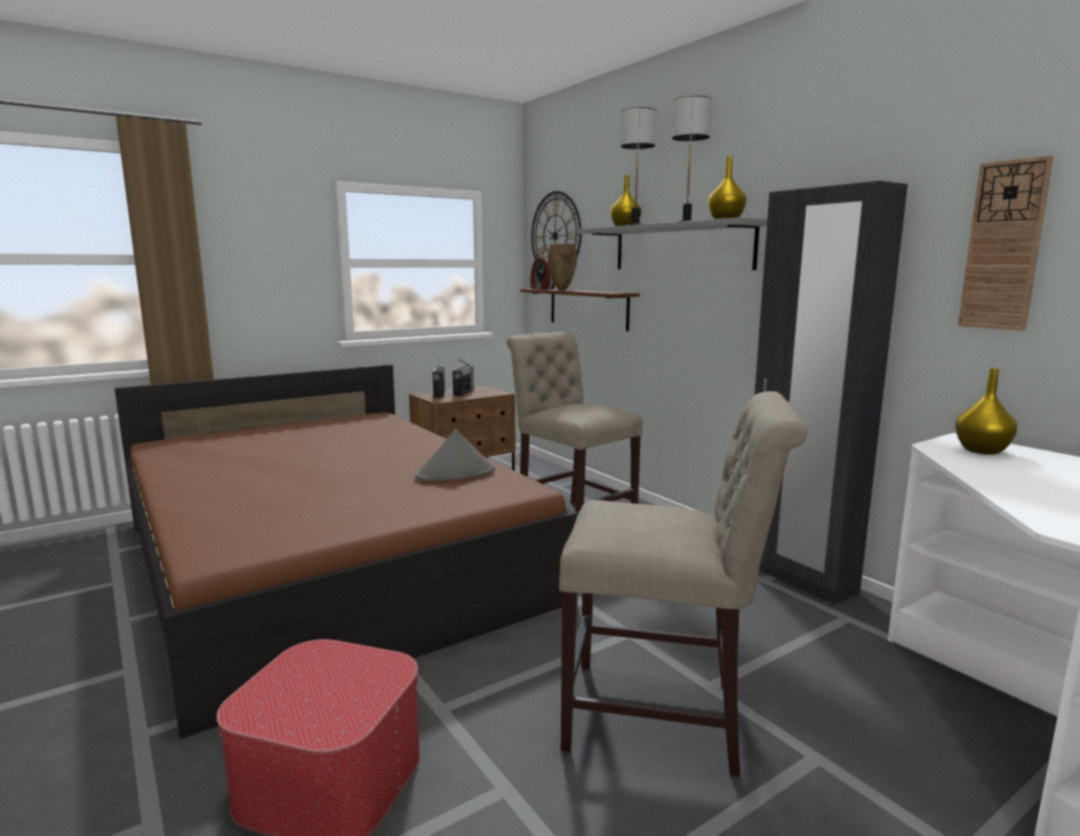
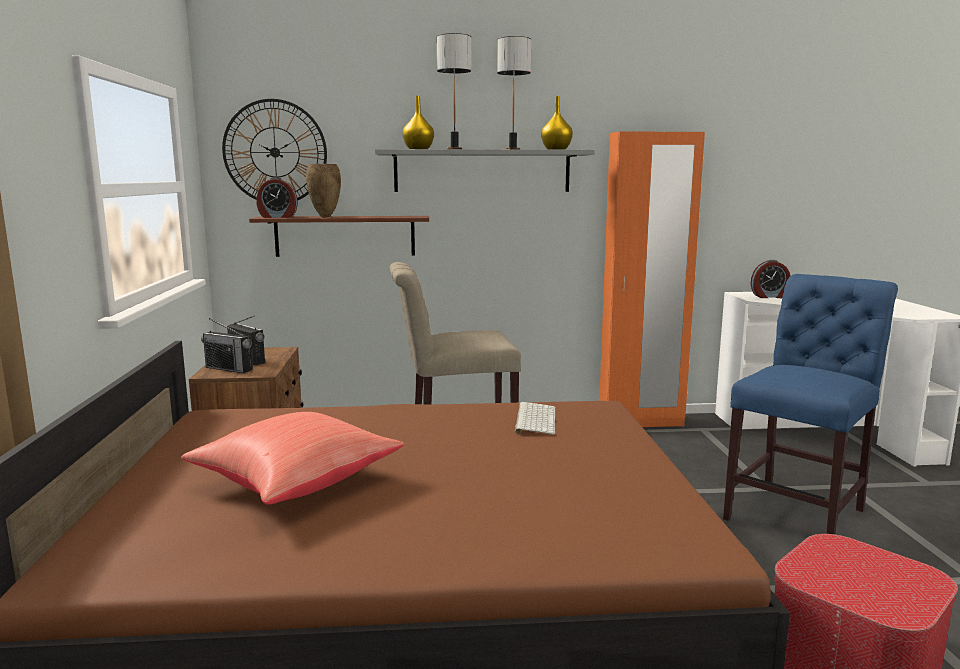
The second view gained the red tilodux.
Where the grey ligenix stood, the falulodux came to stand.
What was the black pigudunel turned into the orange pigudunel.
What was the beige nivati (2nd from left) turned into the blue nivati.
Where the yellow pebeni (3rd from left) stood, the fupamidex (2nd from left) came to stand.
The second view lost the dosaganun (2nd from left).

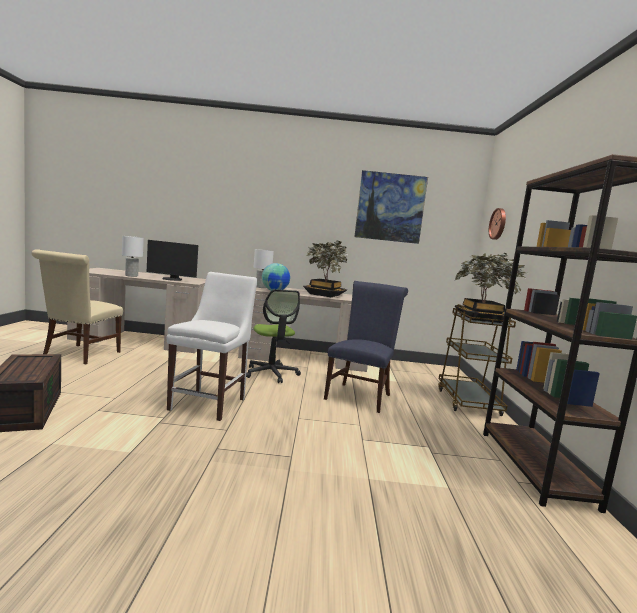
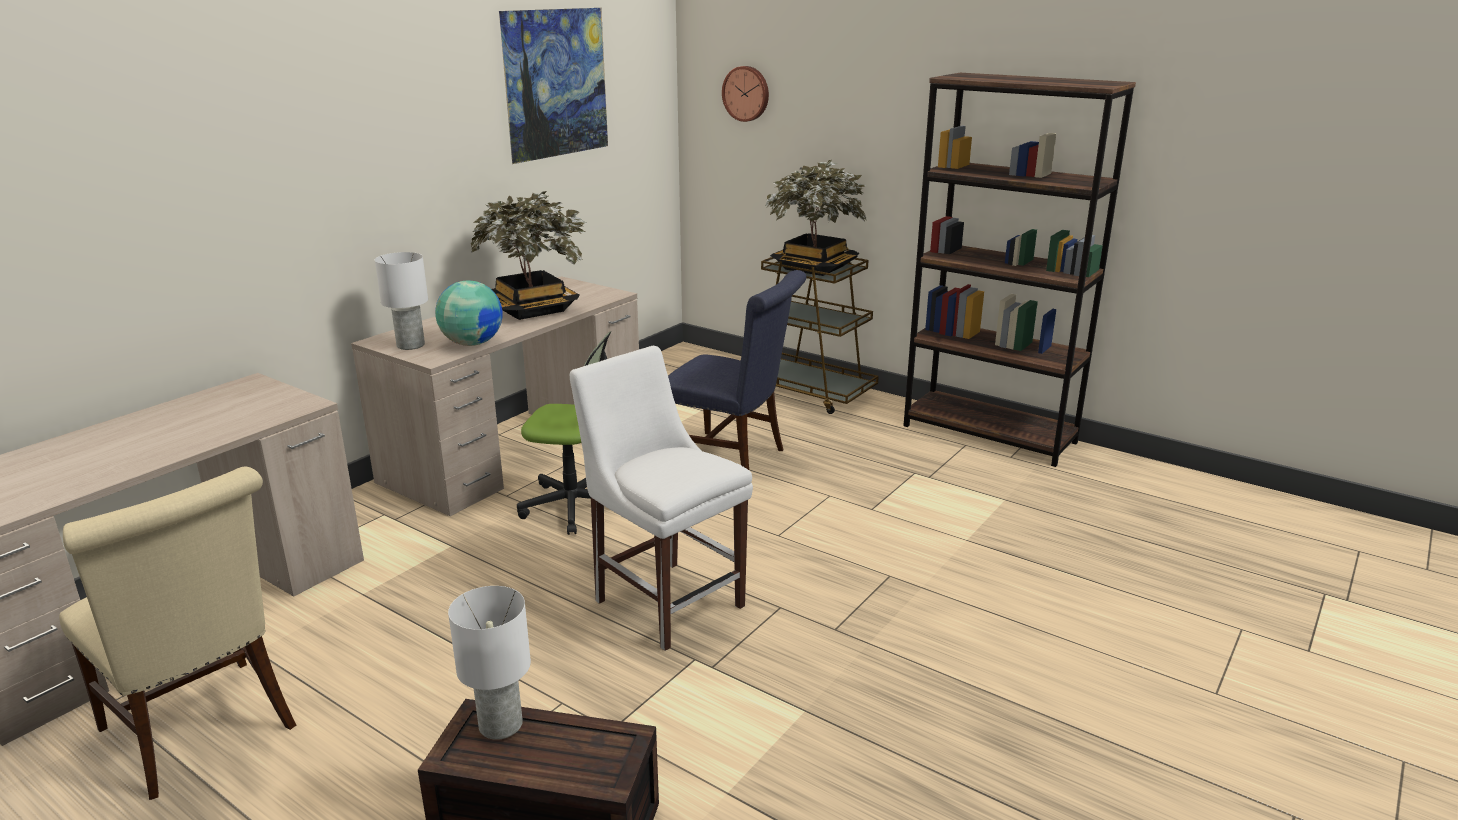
The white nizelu (1st from left in the first image) ended up elsewhere.
The blue nivati ended up facing another way, 150 degrees clockwise from before.
The second view lost the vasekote.

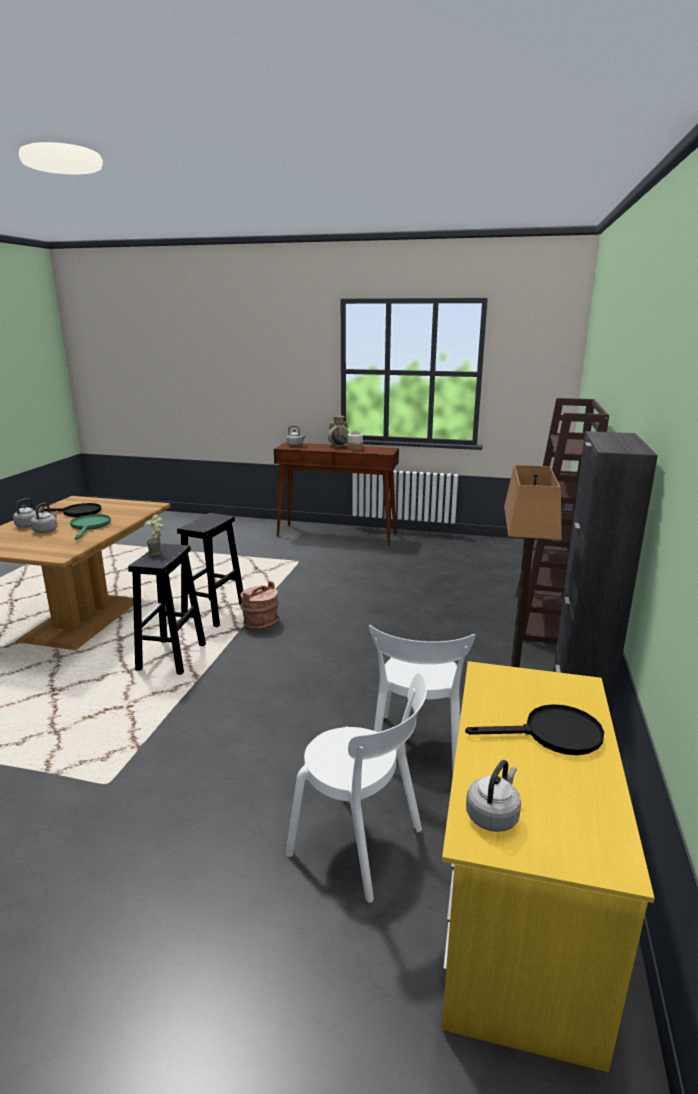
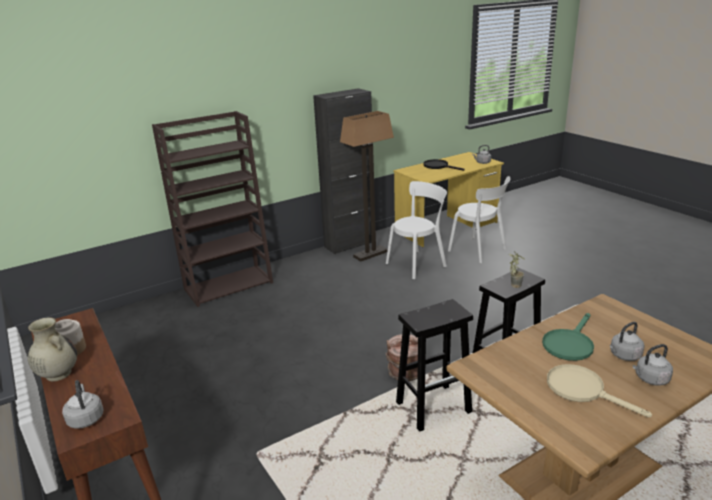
The white nivati (1st from left in the first image) ended up facing another way, 150 degrees clockwise from before.
What was the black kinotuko (1st from left) turned into the beige kinotuko.

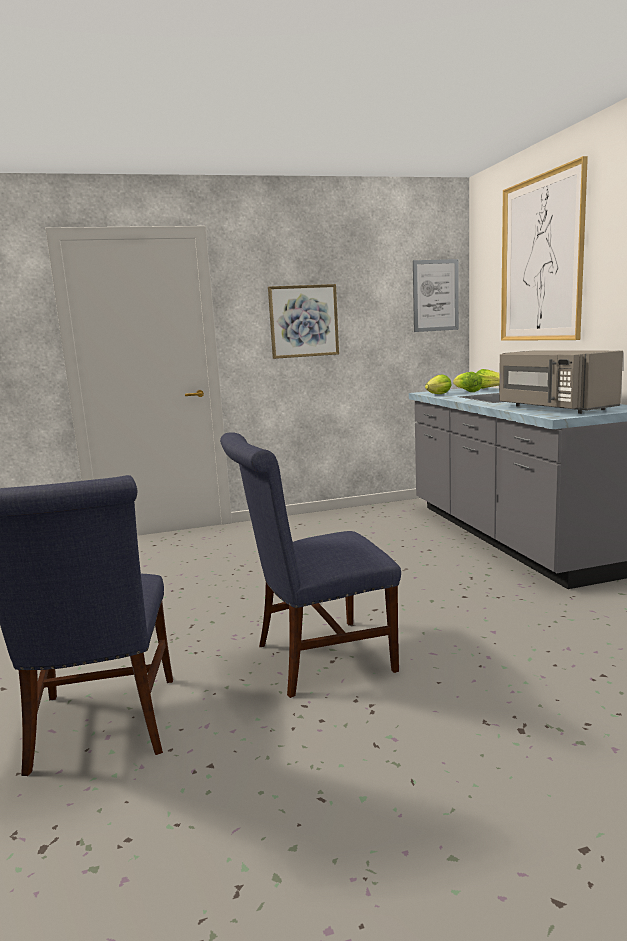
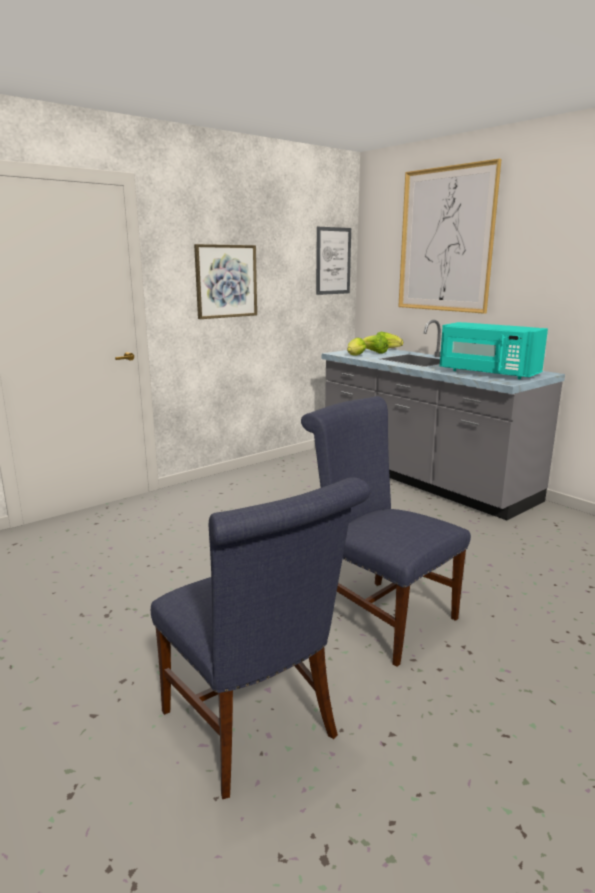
The blue nivati (2nd from left) ended up facing another way, 90 degrees clockwise from before.
What was the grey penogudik turned into the turquoise penogudik.

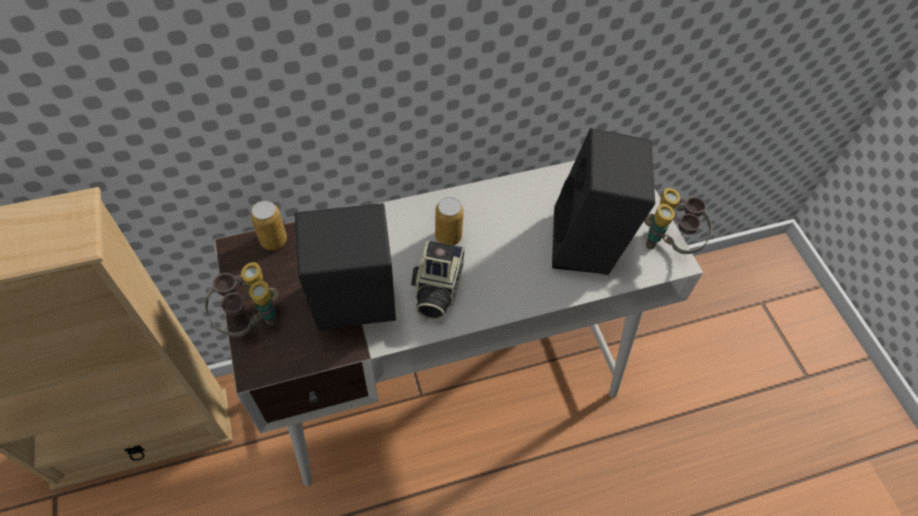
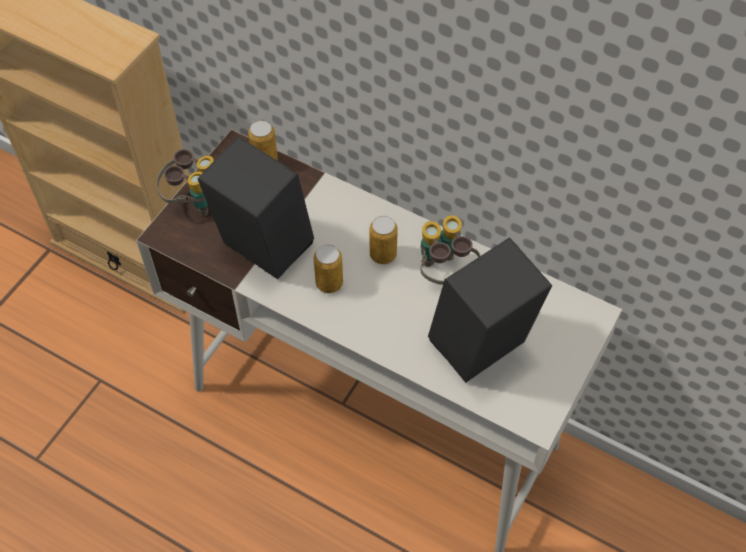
Where the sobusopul stood, the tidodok (2nd from left) came to stand.
The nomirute (2nd from left) ended up elsewhere.

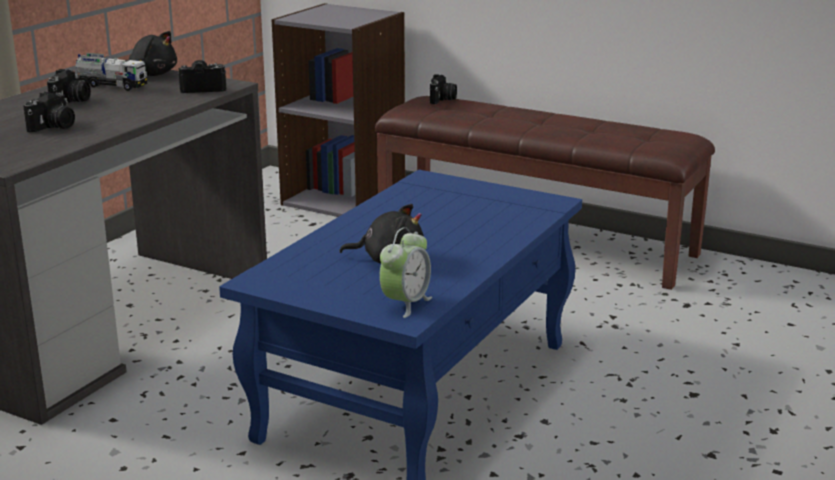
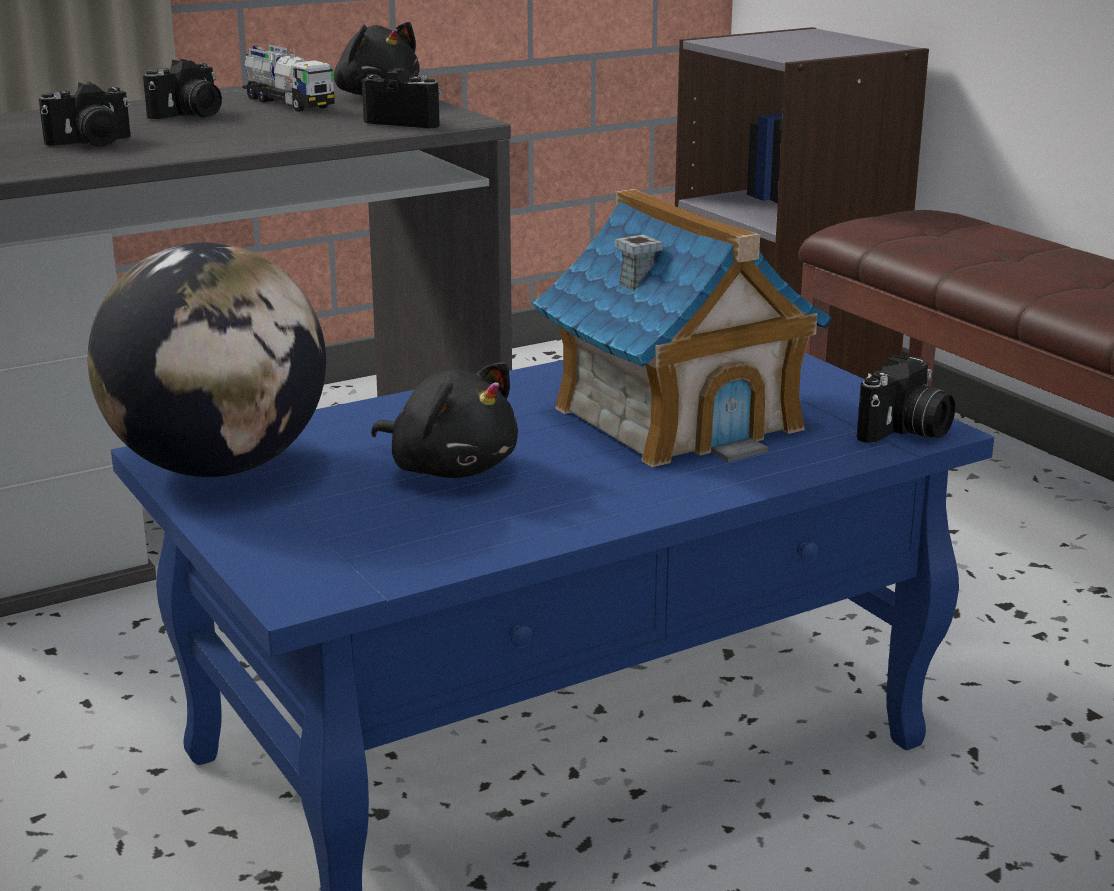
The second view gained the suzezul.
The second view gained the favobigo.
The sobusopul (4th from left) ended up elsewhere.
The second view lost the fupamidex.

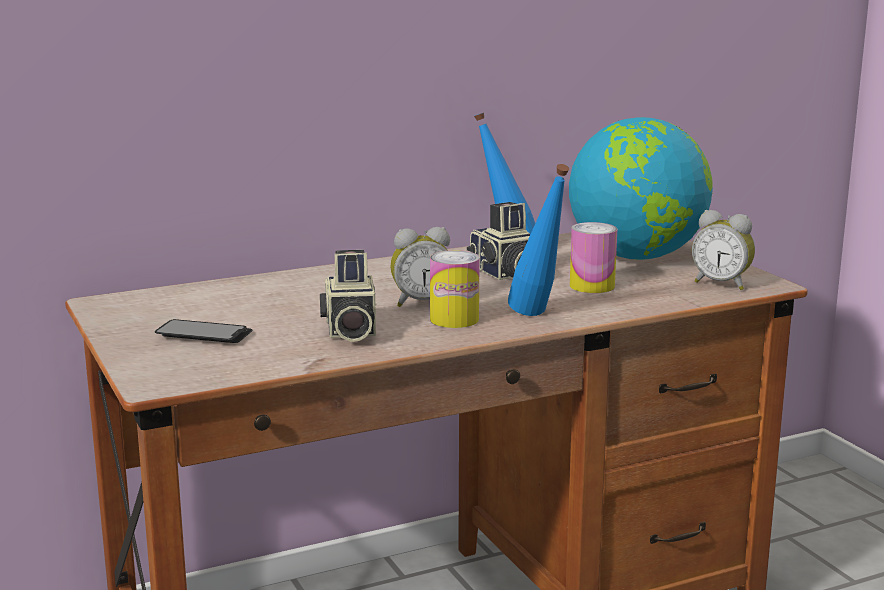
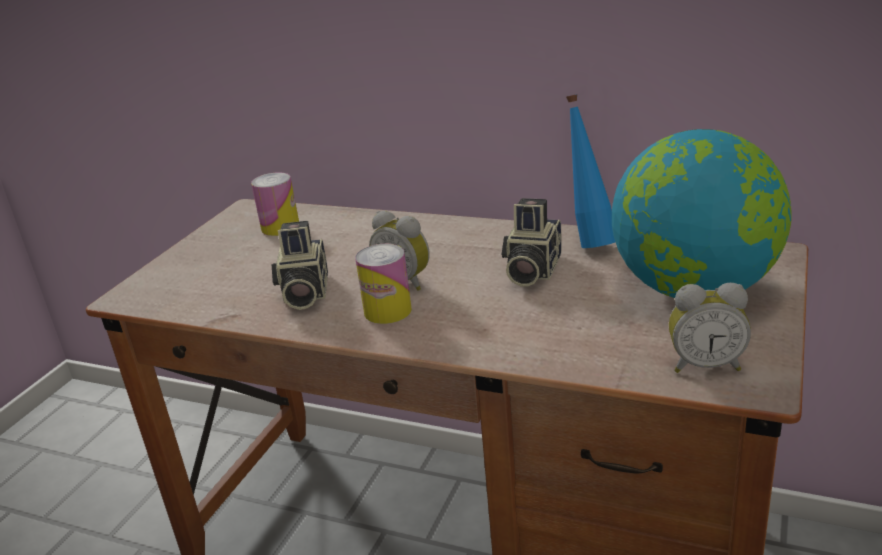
The tidodok (2nd from left in the first image) ended up elsewhere.
The sobusopul (1st from left) ended up facing another way, 45 degrees counterclockwise from before.
The fupamidex (2nd from left) ended up facing another way, 75 degrees counterclockwise from before.
The second view lost the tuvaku.
The second view lost the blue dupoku (2nd from left).

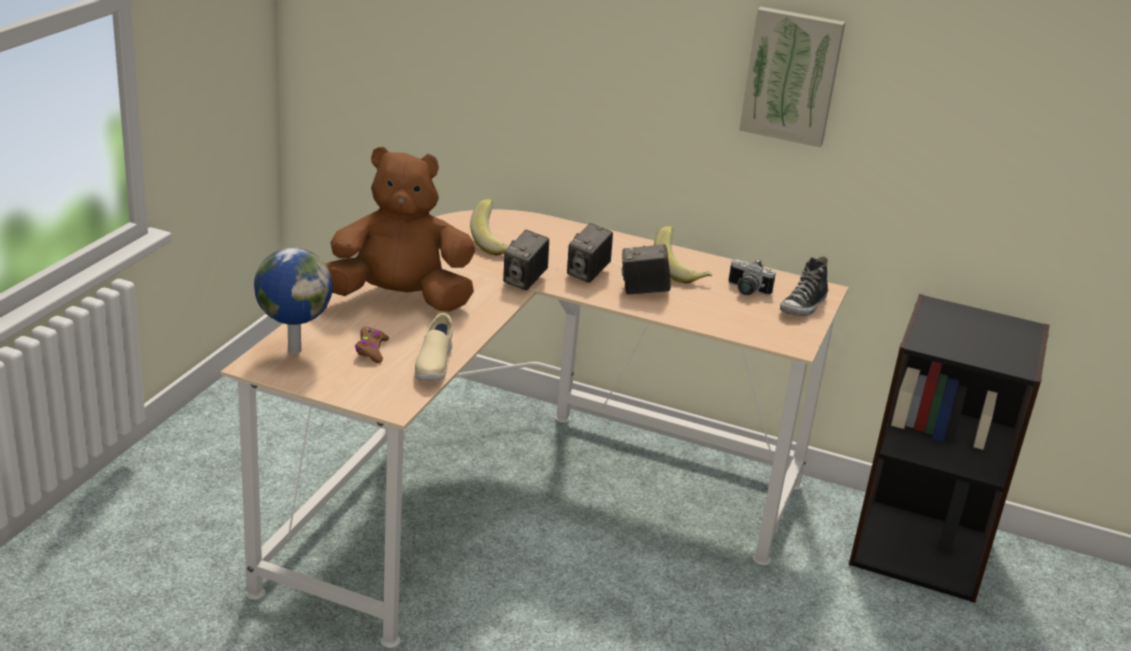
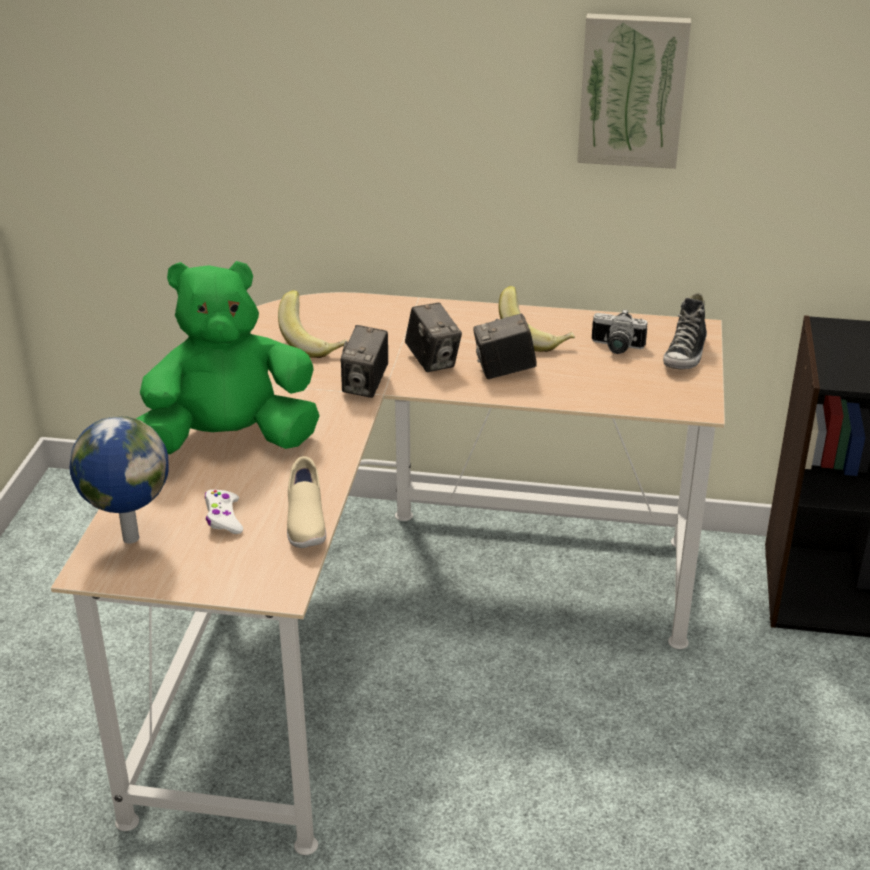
What was the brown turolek turned into the green turolek.
What was the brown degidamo turned into the white degidamo.
The sobusopul (2nd from left) ended up facing another way, 45 degrees counterclockwise from before.

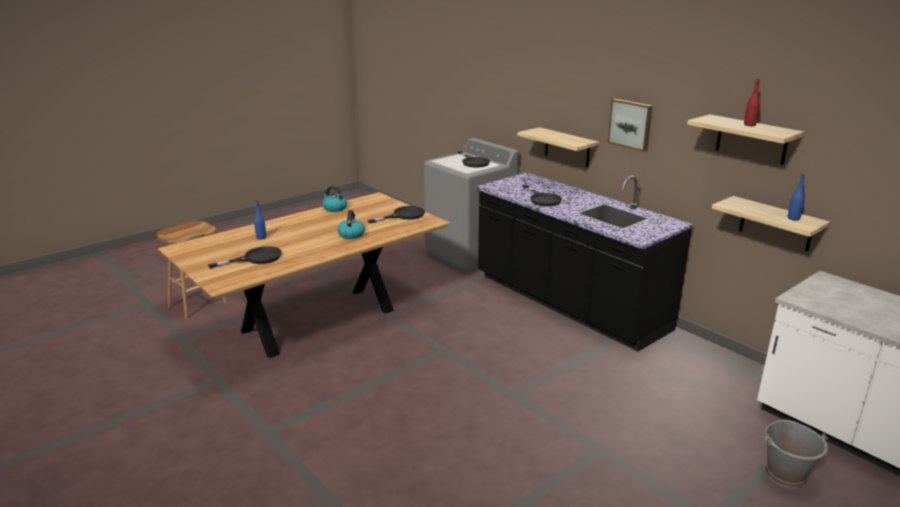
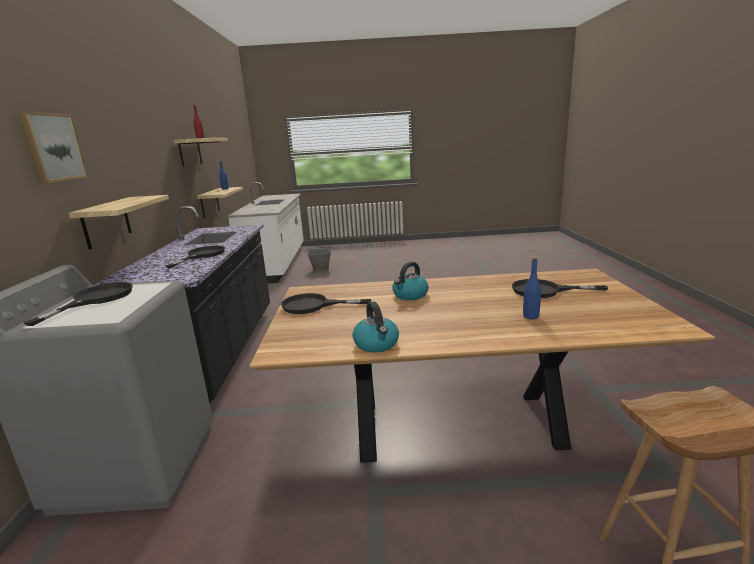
The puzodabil ended up elsewhere.

